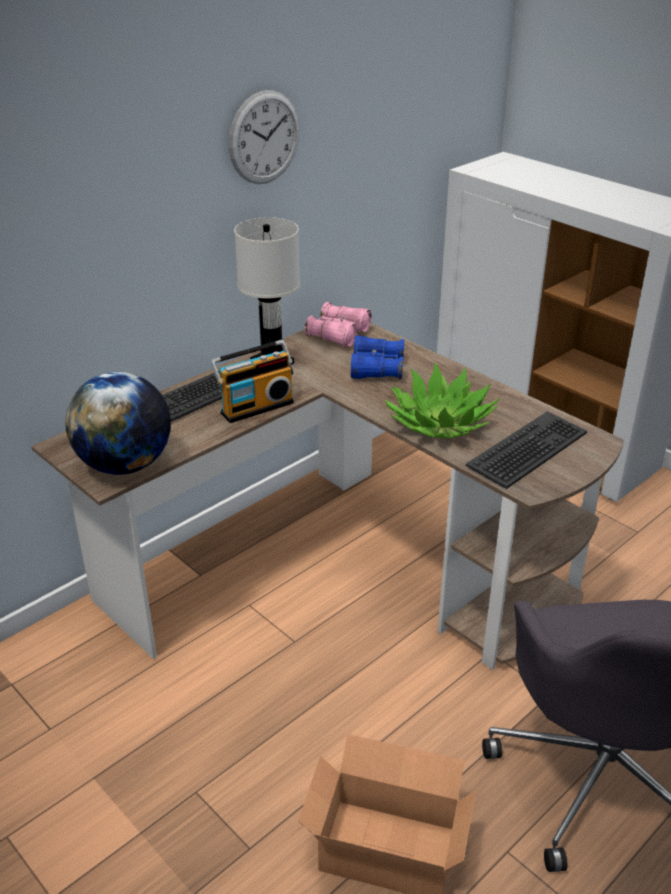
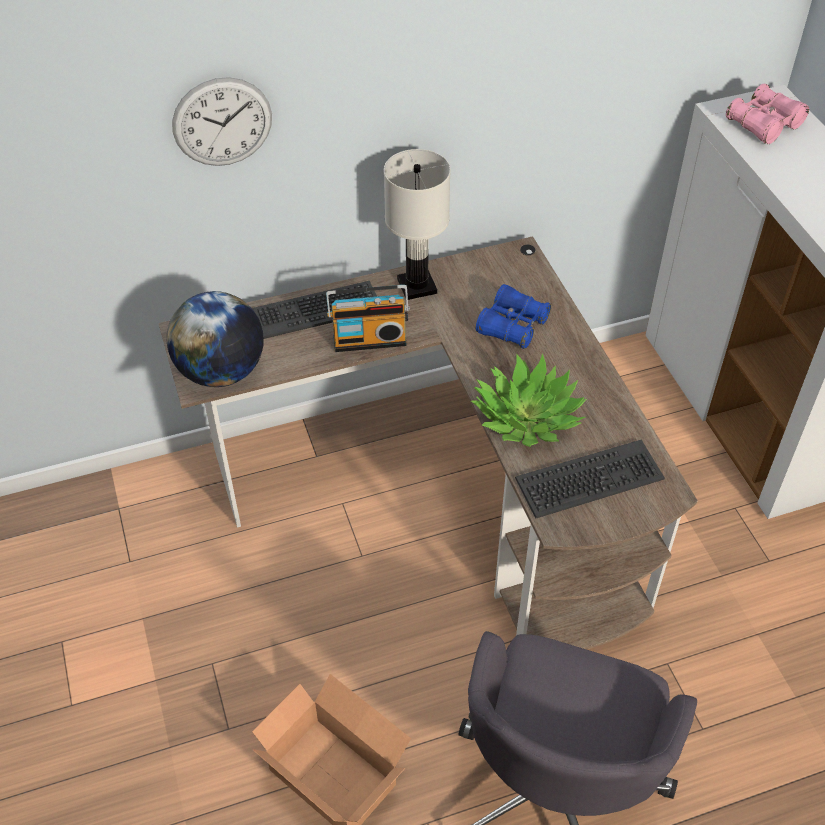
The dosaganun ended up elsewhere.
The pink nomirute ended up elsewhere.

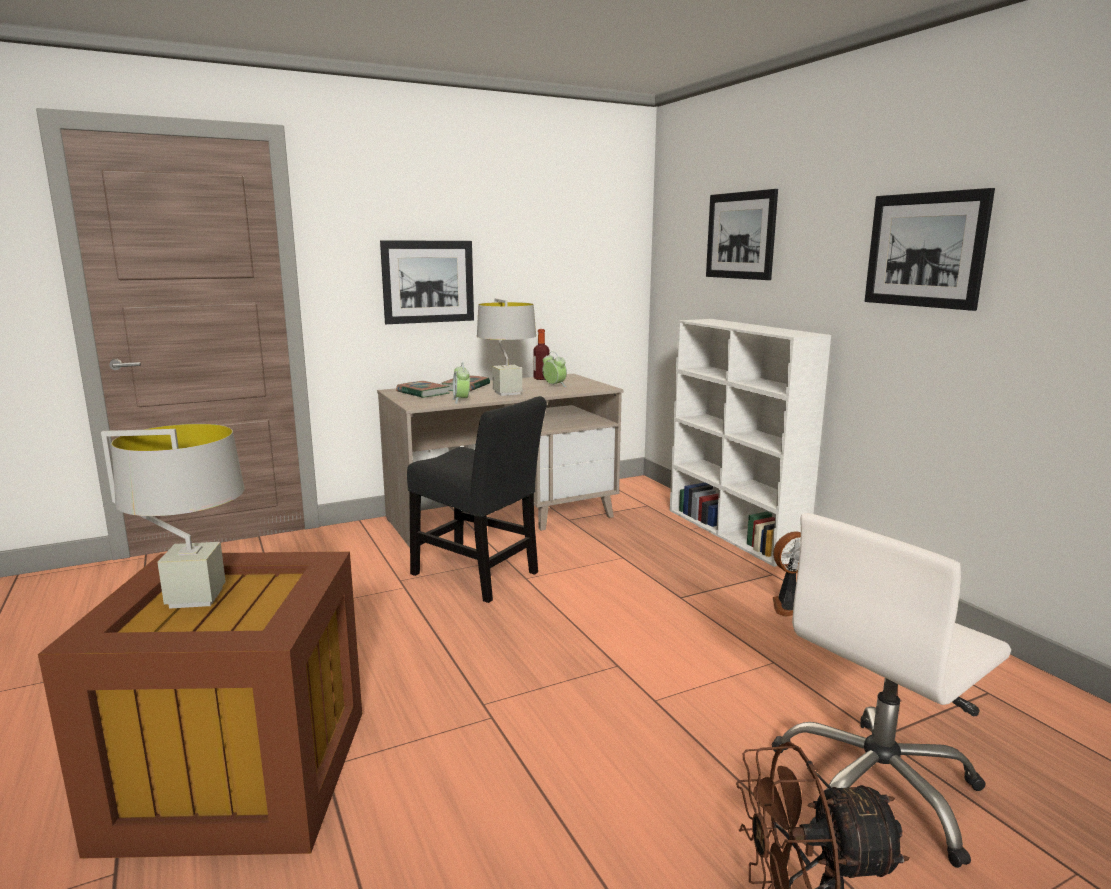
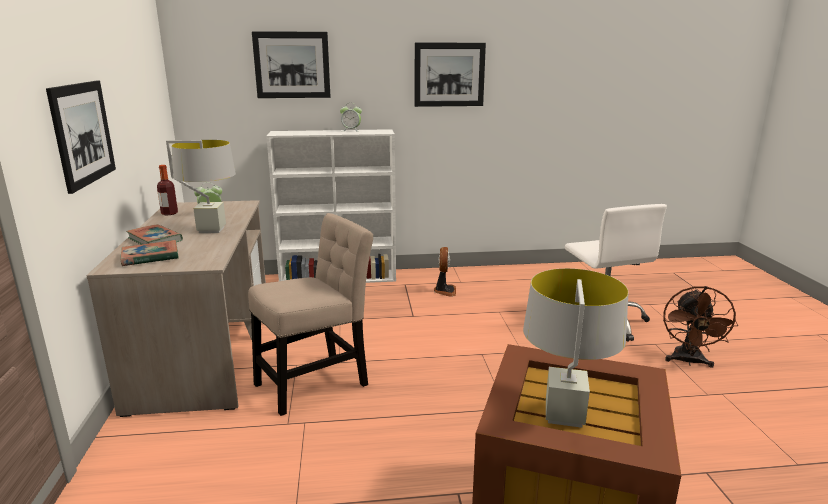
What was the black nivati turned into the beige nivati.
The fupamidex (1st from left in the first image) ended up elsewhere.

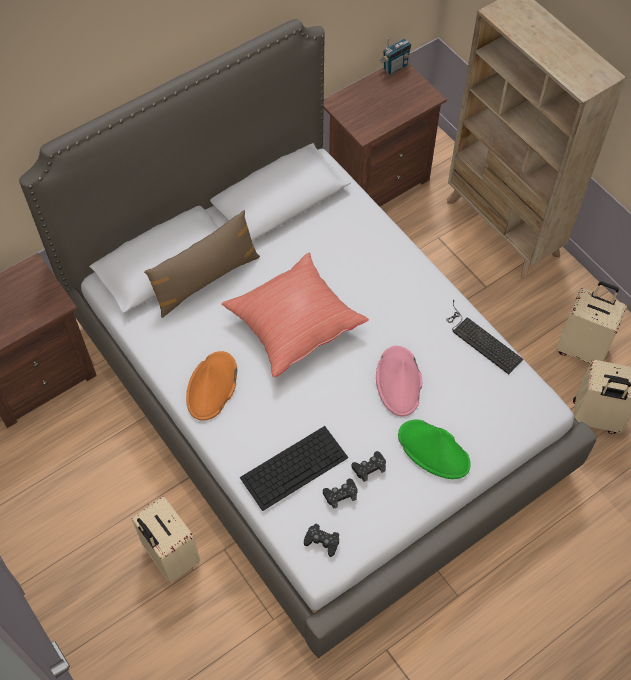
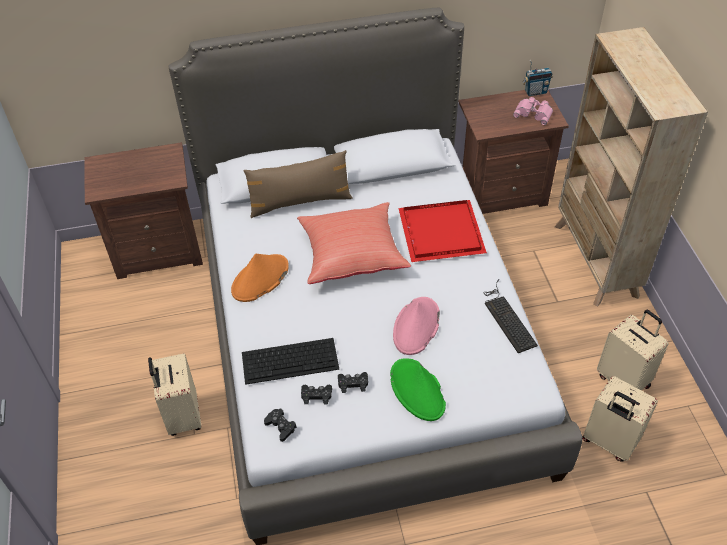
The second view gained the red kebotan.
The second view gained the pink nomirute.

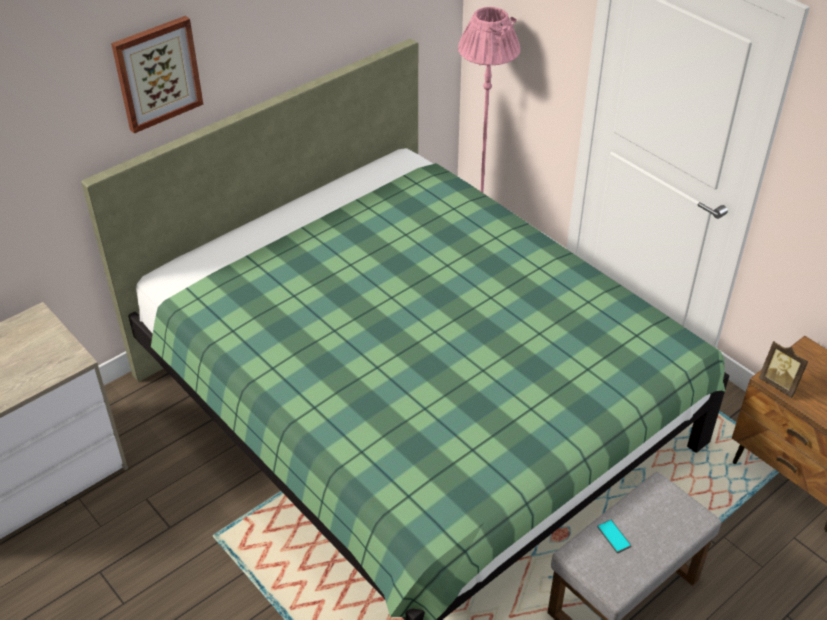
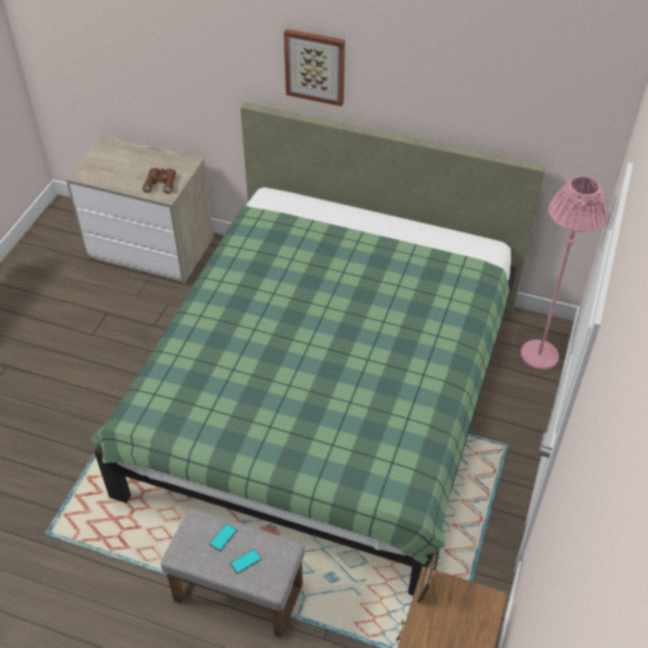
The second view gained the brown nomirute.
The second view gained the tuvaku (2nd from left).

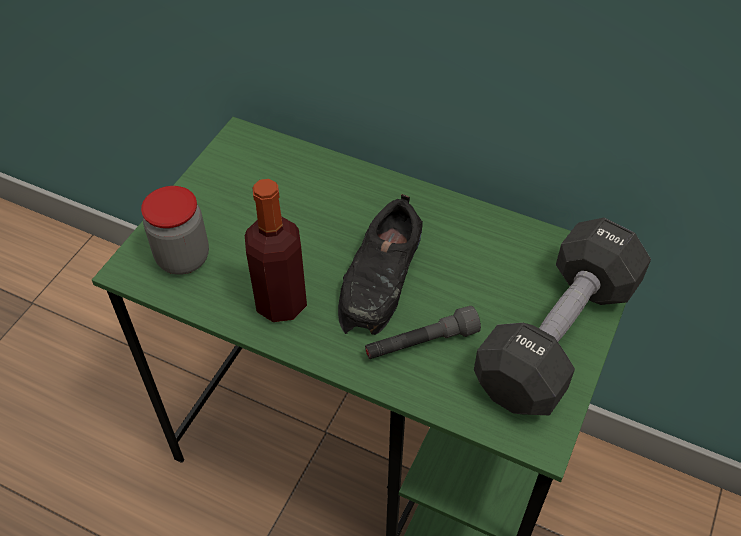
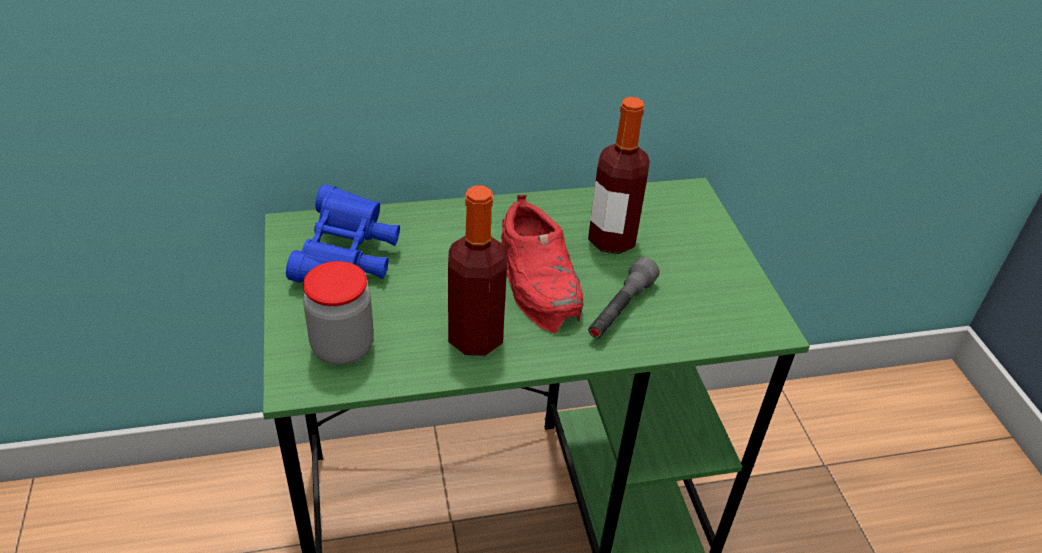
The second view gained the blue nomirute.
What was the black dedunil turned into the red dedunil.
The second view gained the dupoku (2nd from left).
The second view lost the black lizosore.

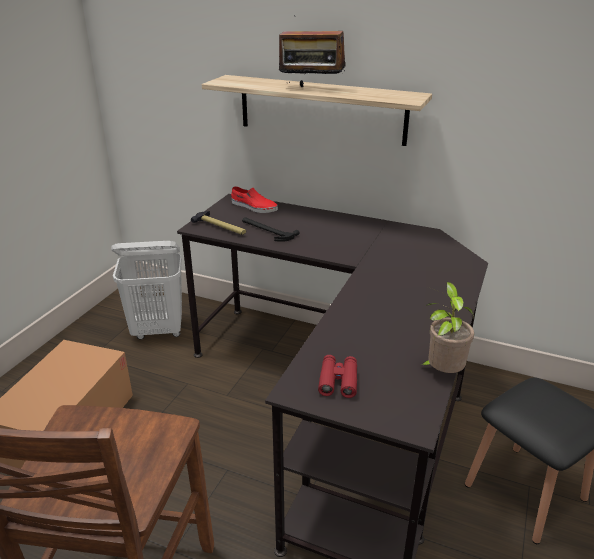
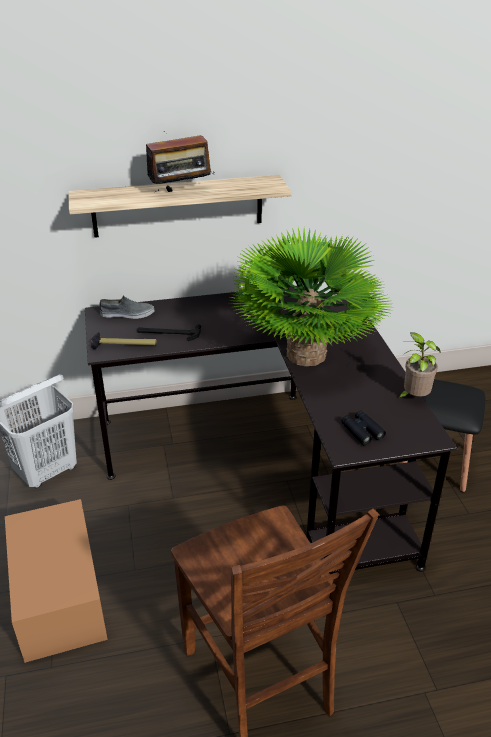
What was the red dedunil turned into the grey dedunil.
The second view gained the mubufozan (1st from left).
What was the red nomirute turned into the black nomirute.

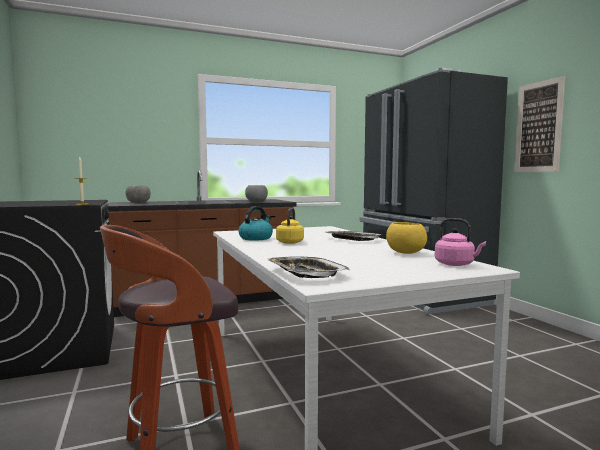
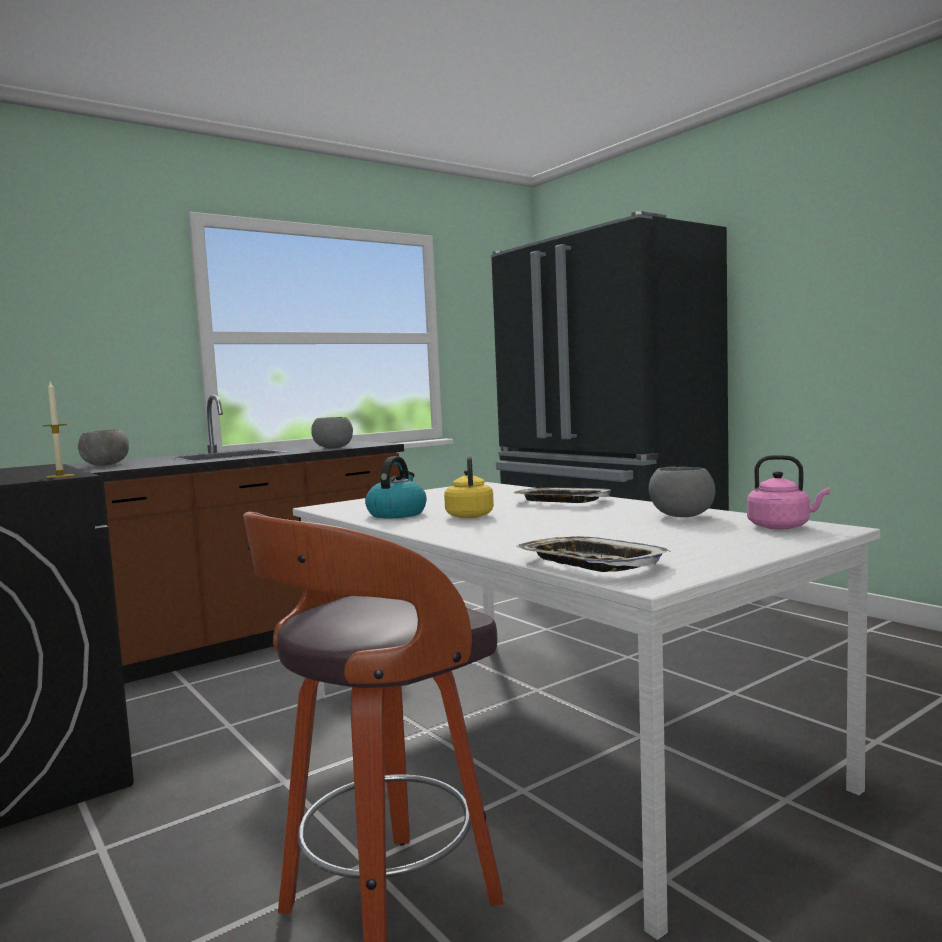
What was the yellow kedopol turned into the grey kedopol (3rd from left).
The second view lost the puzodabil.

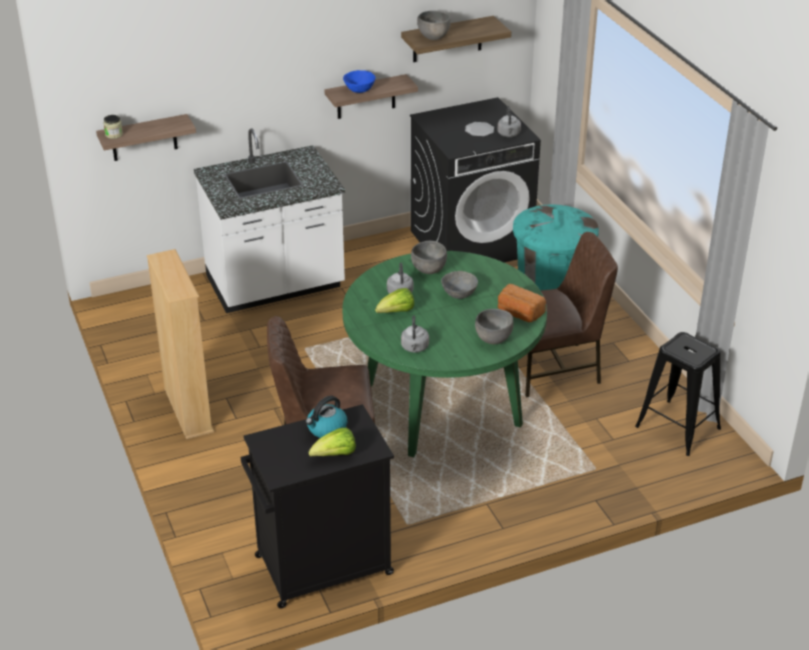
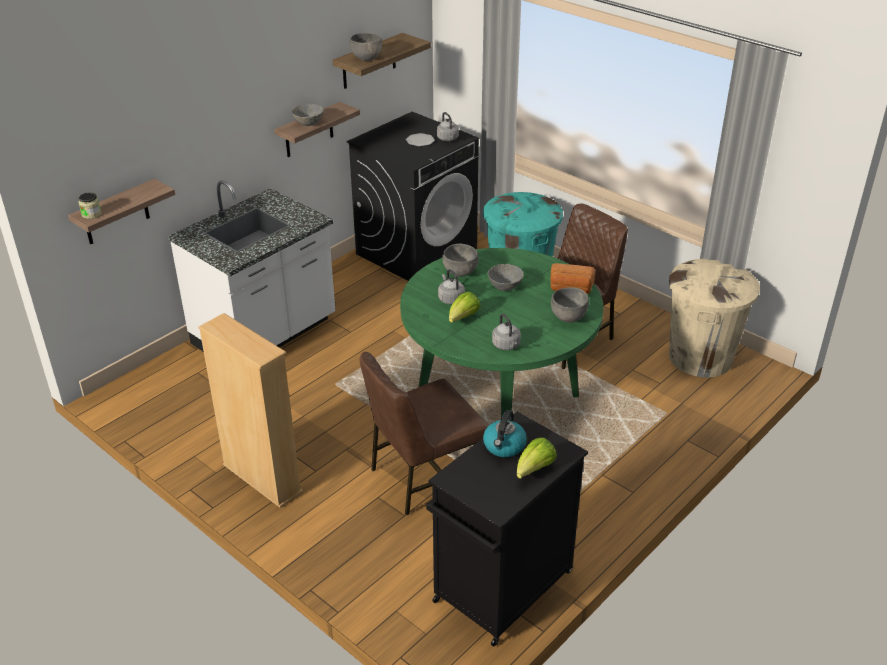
What was the blue kedopol turned into the grey kedopol (1st from left).
Where the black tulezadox stood, the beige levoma came to stand.

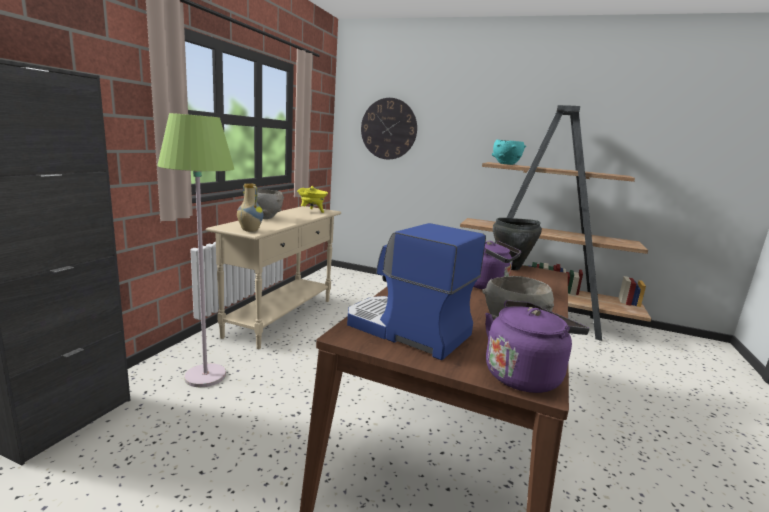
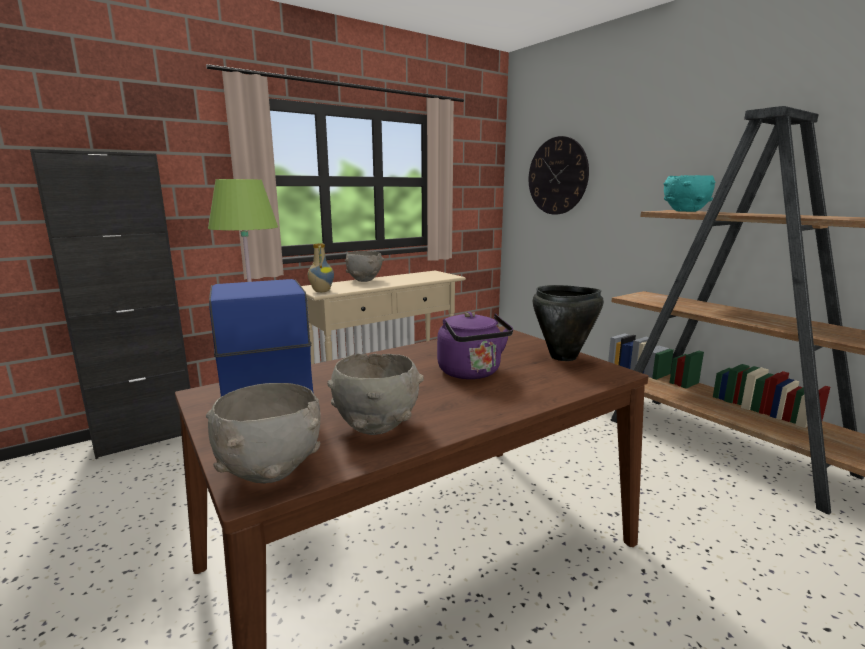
Where the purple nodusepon (2nd from left) stood, the grey kedopol (1st from left) came to stand.
The second view lost the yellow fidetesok.

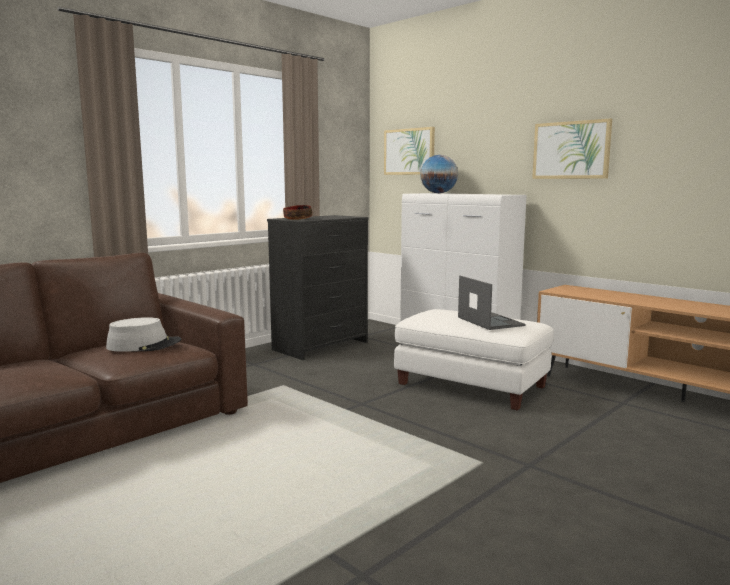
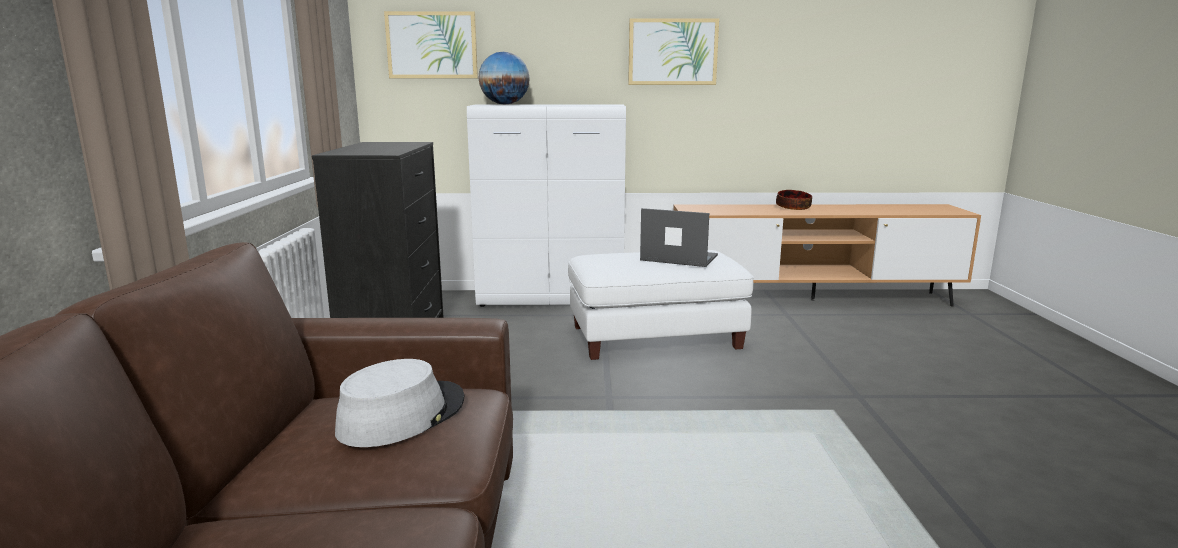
The kedopol ended up elsewhere.

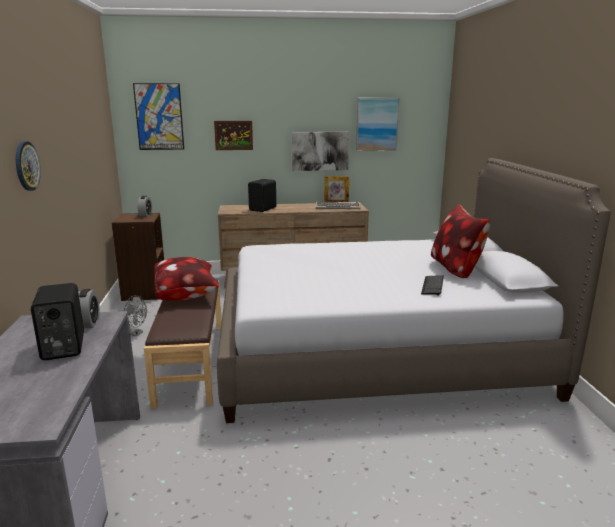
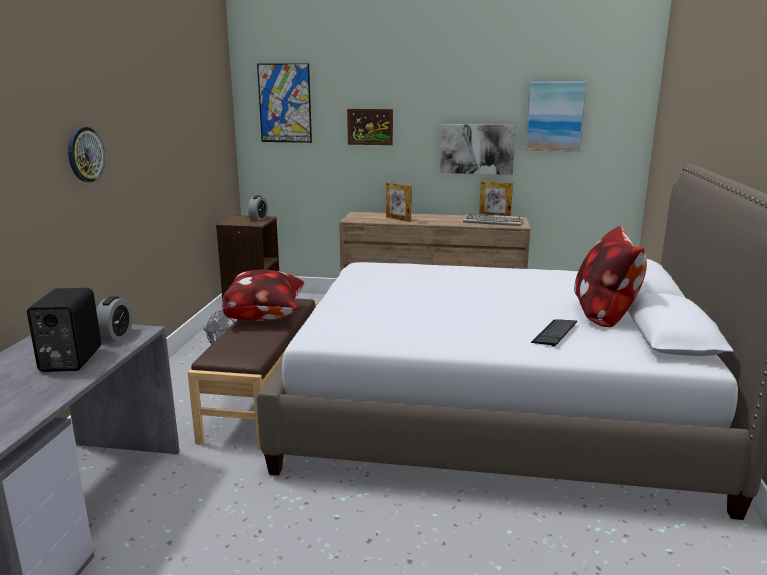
Where the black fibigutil (2nd from left) stood, the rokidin (1st from left) came to stand.

